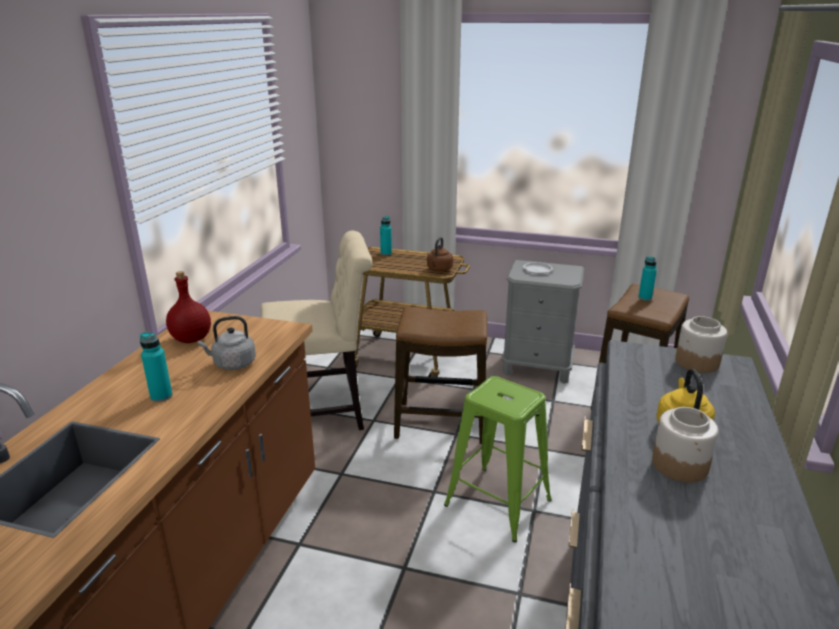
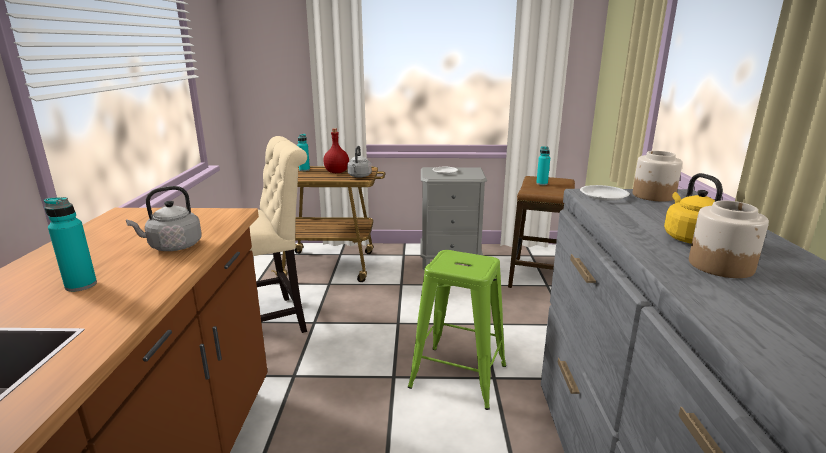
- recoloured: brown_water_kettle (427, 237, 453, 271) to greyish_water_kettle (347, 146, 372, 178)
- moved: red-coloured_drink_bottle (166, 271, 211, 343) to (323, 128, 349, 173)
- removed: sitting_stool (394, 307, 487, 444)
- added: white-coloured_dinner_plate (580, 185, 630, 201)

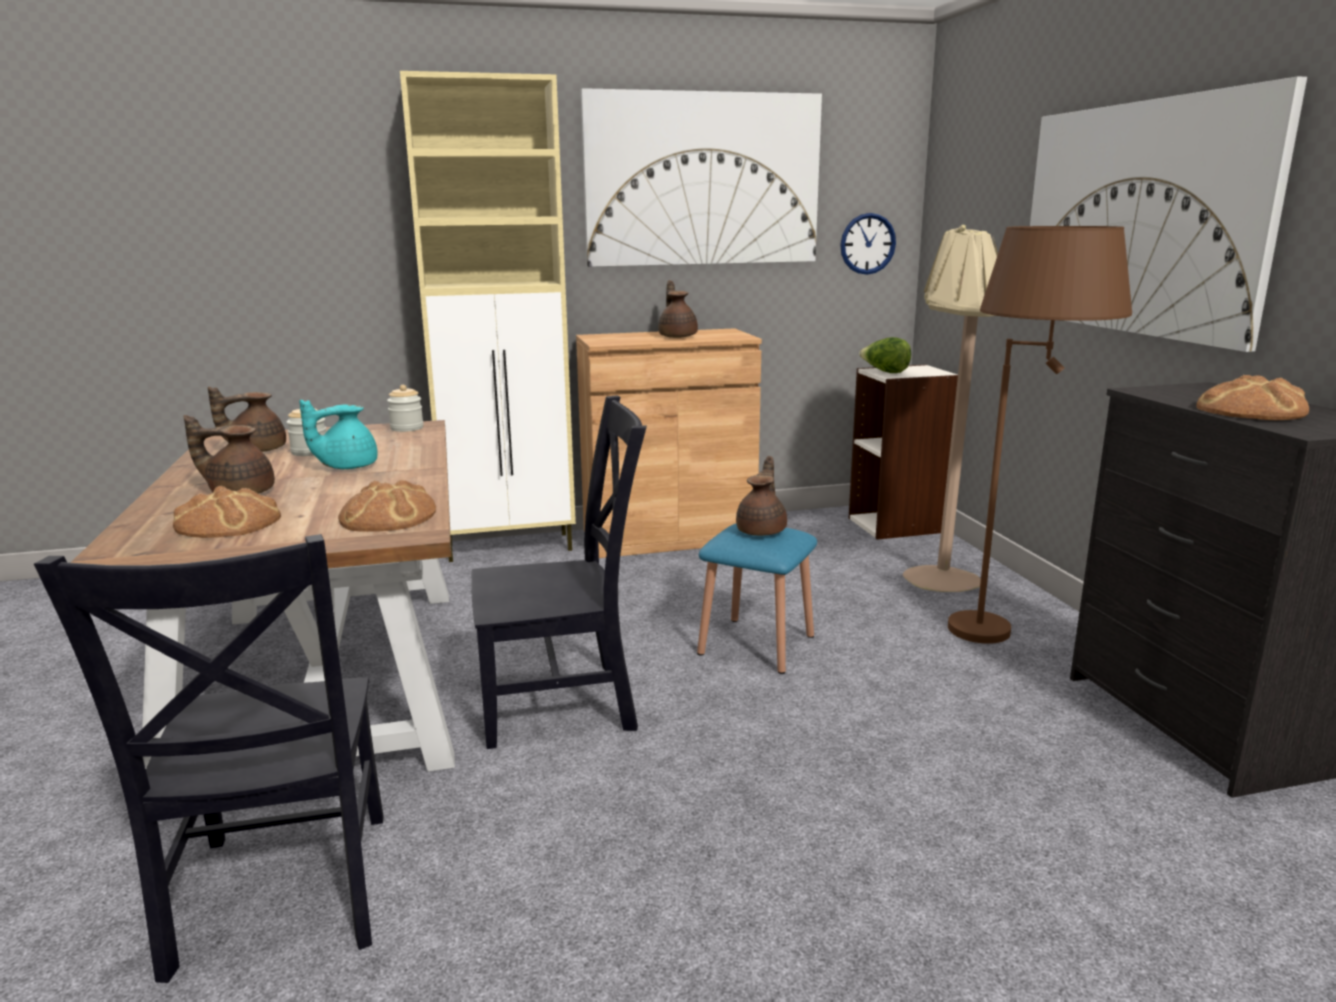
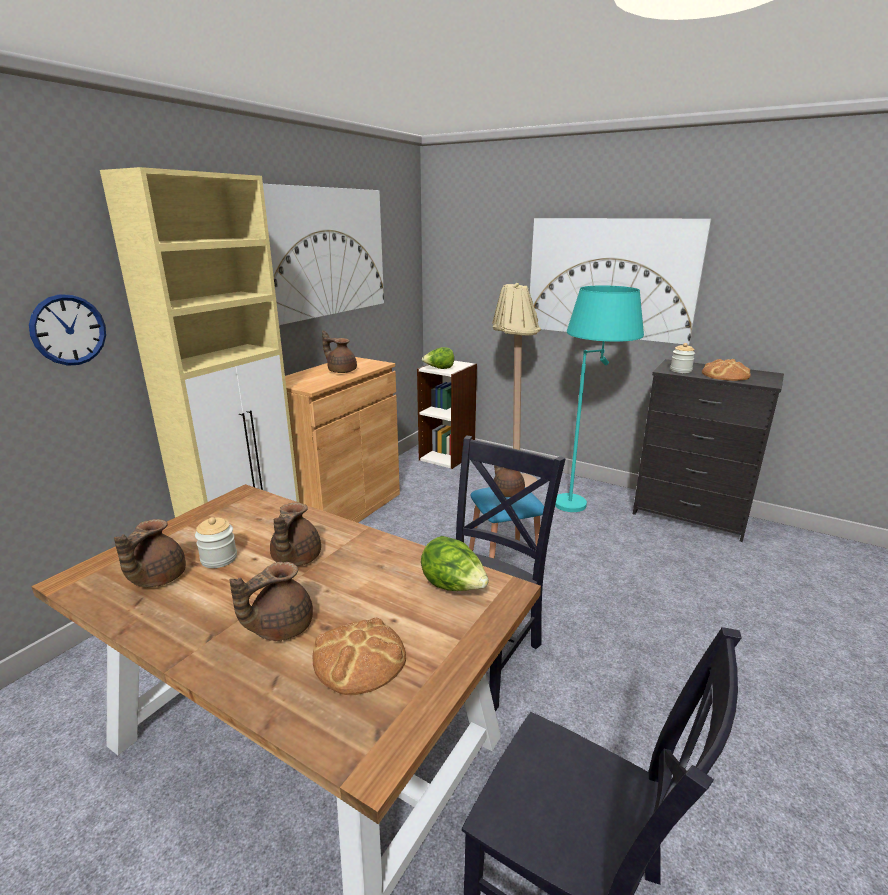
- moved: wall_clock (840, 213, 896, 275) to (29, 294, 106, 366)
- recoloured: brown_floor_lamp (948, 226, 1132, 644) to turquoise_floor_lamp (555, 285, 644, 512)
- moved: preserve_jar (387, 385, 424, 432) to (670, 343, 695, 373)
- recoloured: turquoise_tea_pot (299, 400, 378, 469) to brown_tea_pot (270, 503, 321, 566)
- replaced: bread (338, 480, 436, 532) to lettuce_head (421, 536, 489, 591)

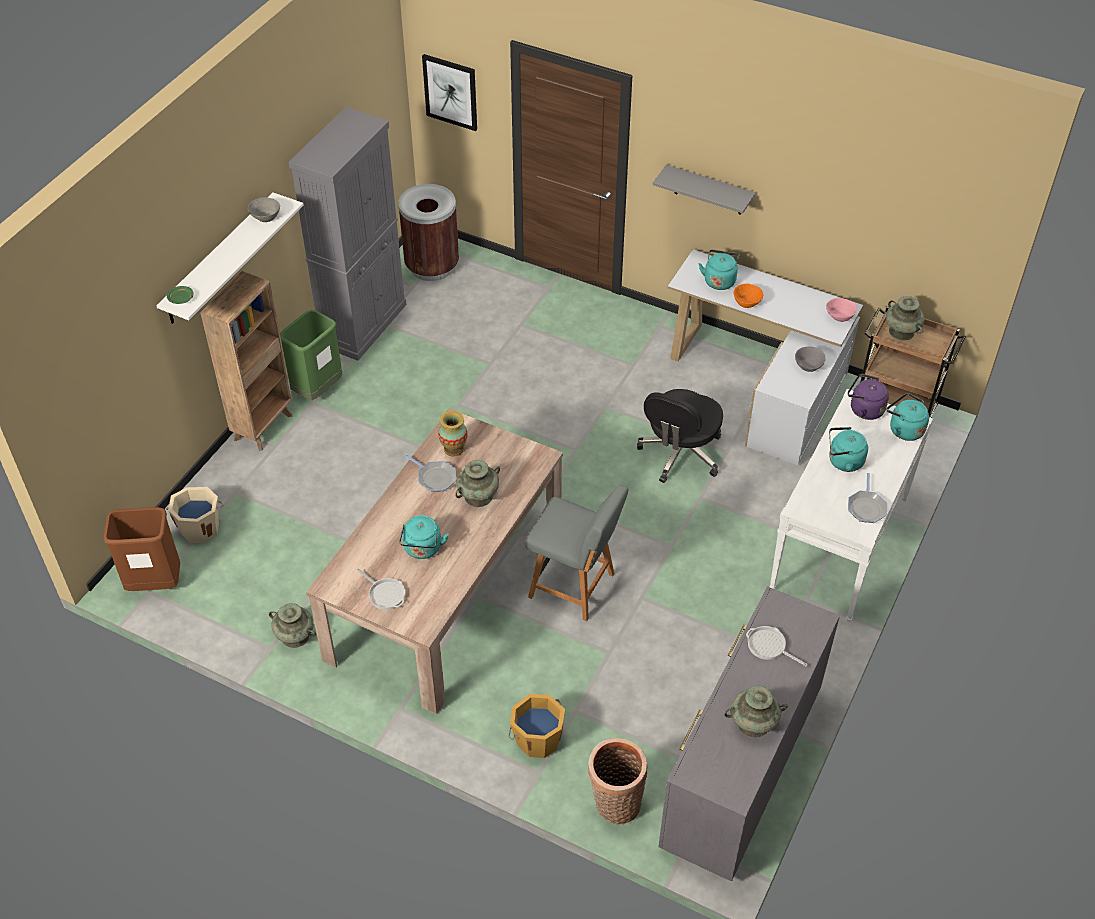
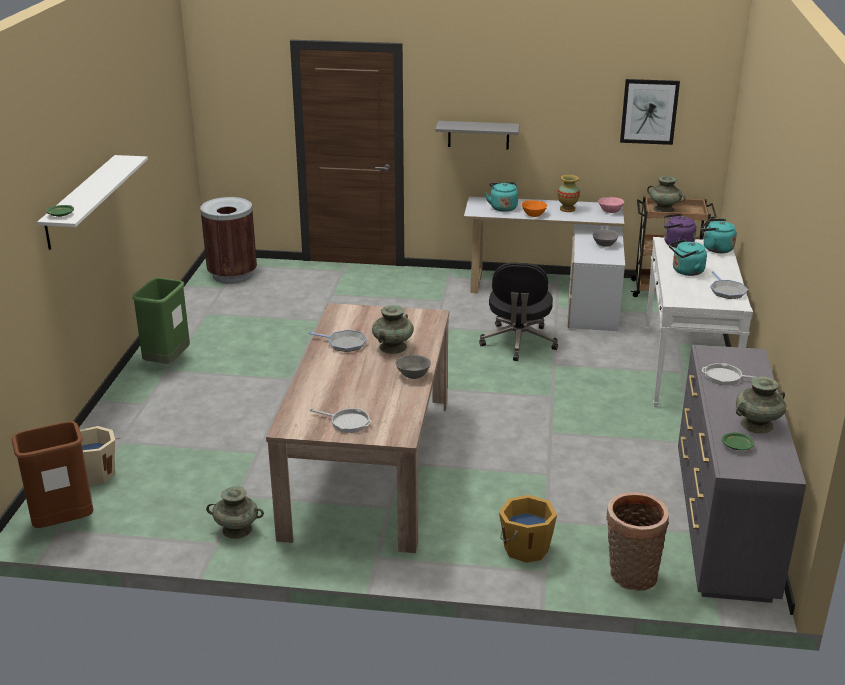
- moved: wall_art (422, 54, 477, 131) to (620, 79, 680, 145)
- removed: greyish_cabinet (288, 107, 406, 361)
- moved: greyish_bowl (248, 197, 280, 222) to (396, 355, 431, 379)
- removed: brown_bookshelf (200, 271, 293, 451)
- moved: flower_vase (438, 410, 468, 456) to (557, 175, 580, 212)
- removed: greyish_upright_chair (525, 485, 628, 621)
- removed: turquoise_water_kettle (399, 515, 449, 559)
- added: green_dinner_plate (722, 433, 755, 450)

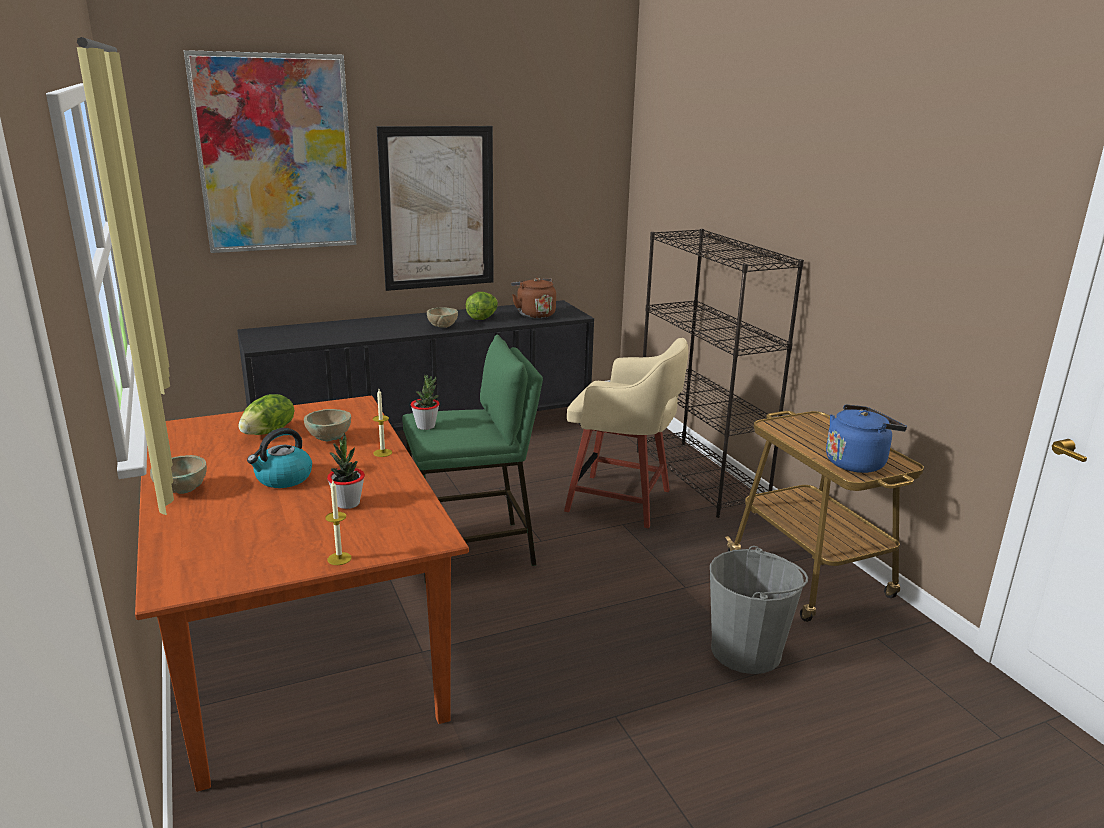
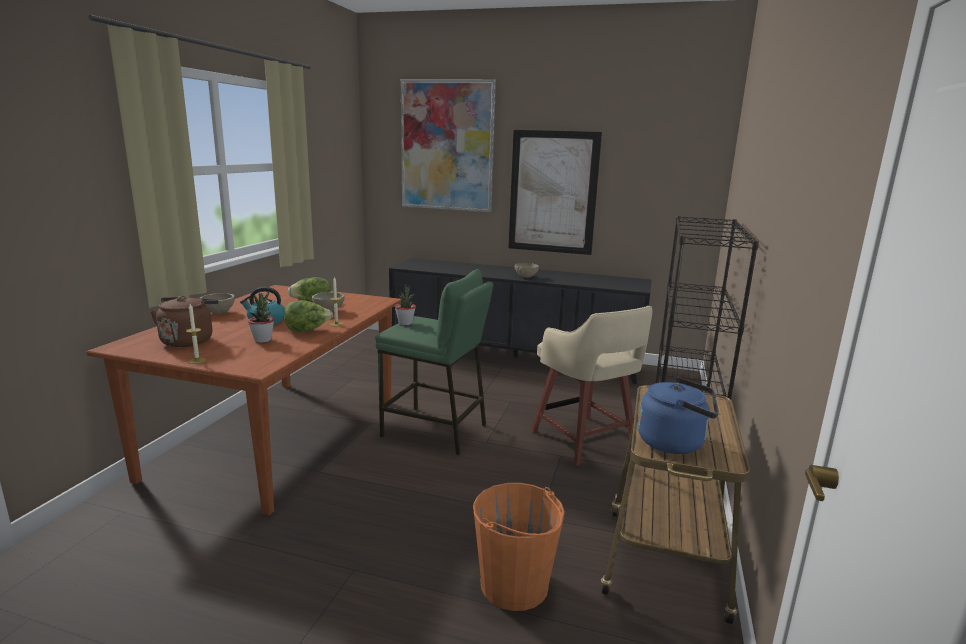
- moved: brown_water_kettle (511, 278, 556, 318) to (150, 296, 219, 347)
- moved: lettuce_head (466, 292, 498, 320) to (284, 300, 333, 333)
- recoloured: greyish_bucket (710, 546, 808, 674) to orange-coloured_bucket (473, 483, 565, 611)

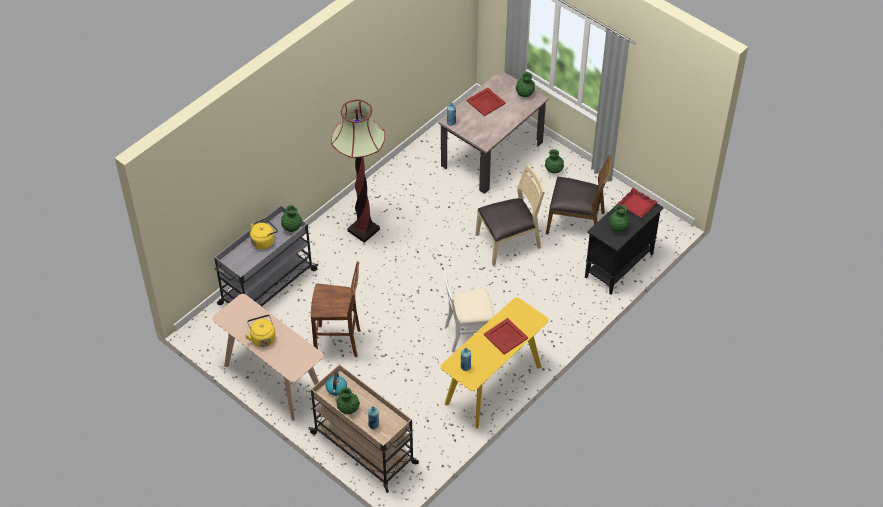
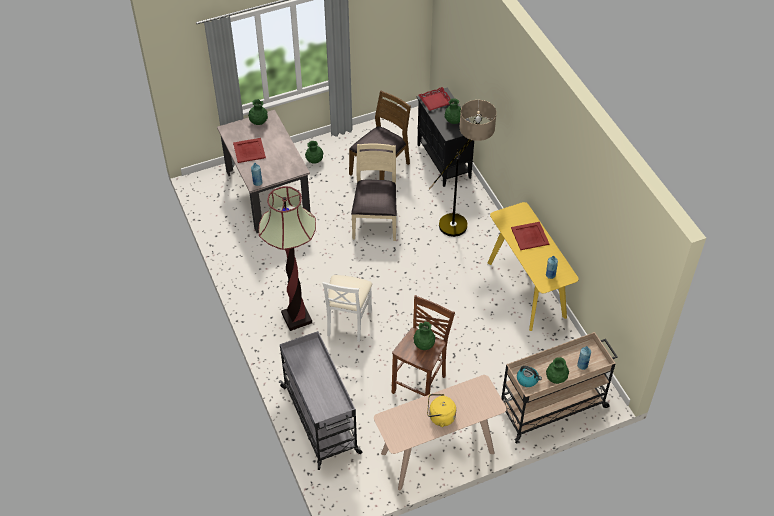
- moved: green_flower_vase (281, 205, 302, 232) to (413, 321, 436, 350)
- removed: yellow-coloured_water_kettle (250, 218, 278, 250)
- moved: white-coloured_upright_chair (444, 271, 494, 352) to (323, 275, 372, 342)
- added: floor_lamp (429, 100, 497, 237)

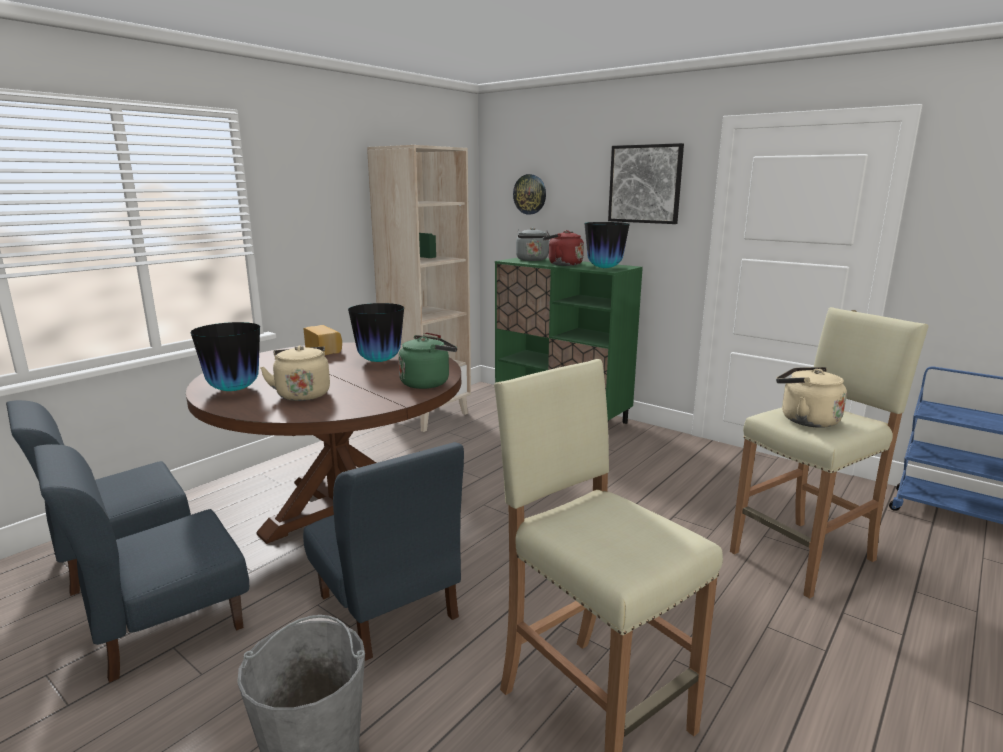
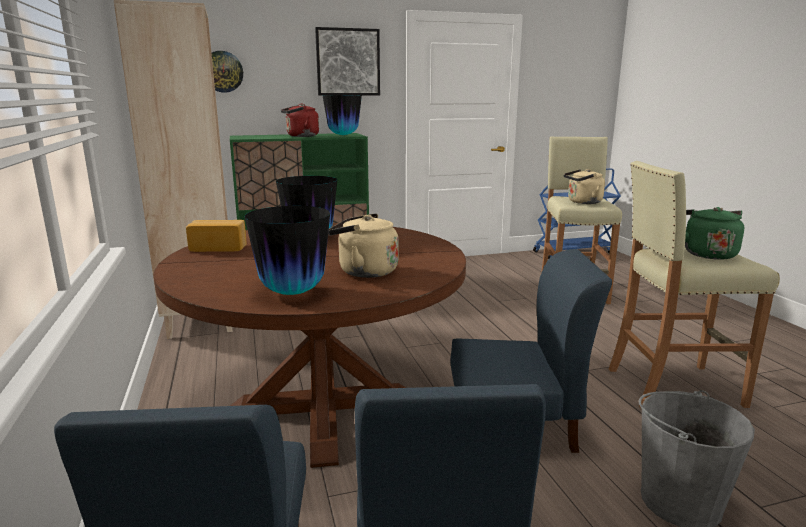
- removed: greyish_water_kettle (516, 227, 550, 261)
- moved: green_water_kettle (398, 335, 457, 389) to (685, 207, 744, 260)

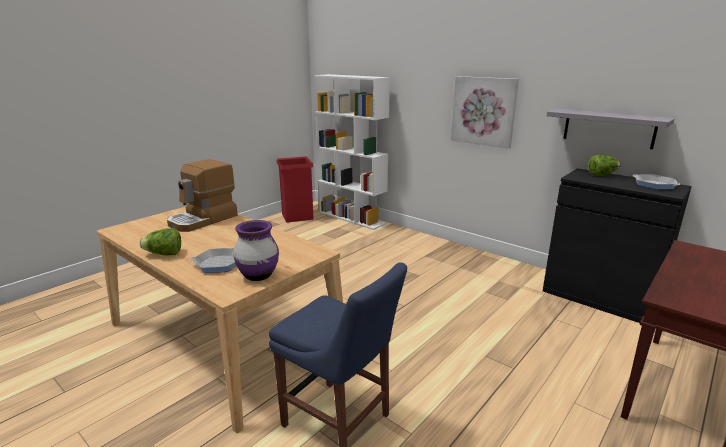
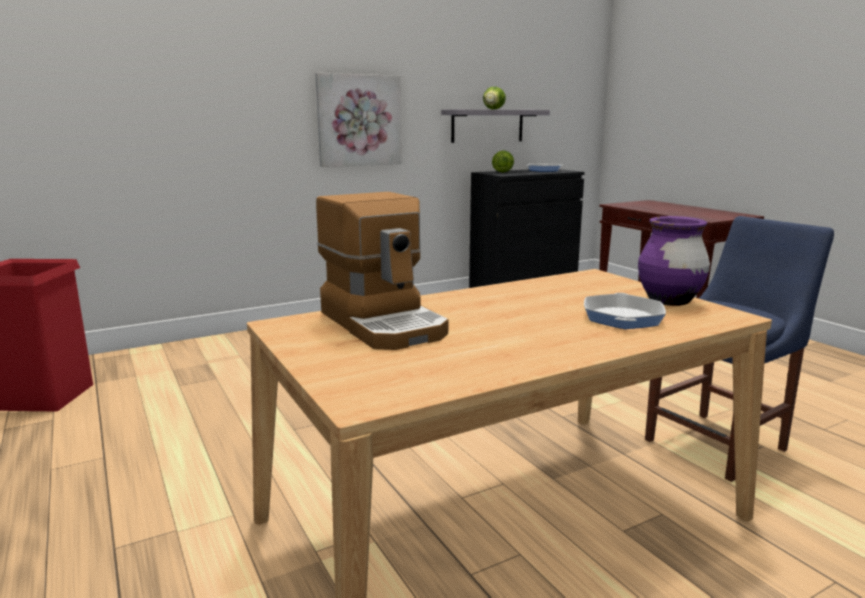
- removed: white-coloured_bookshelf (314, 74, 390, 230)
- moved: lettuce_head (140, 228, 181, 255) to (483, 87, 506, 109)

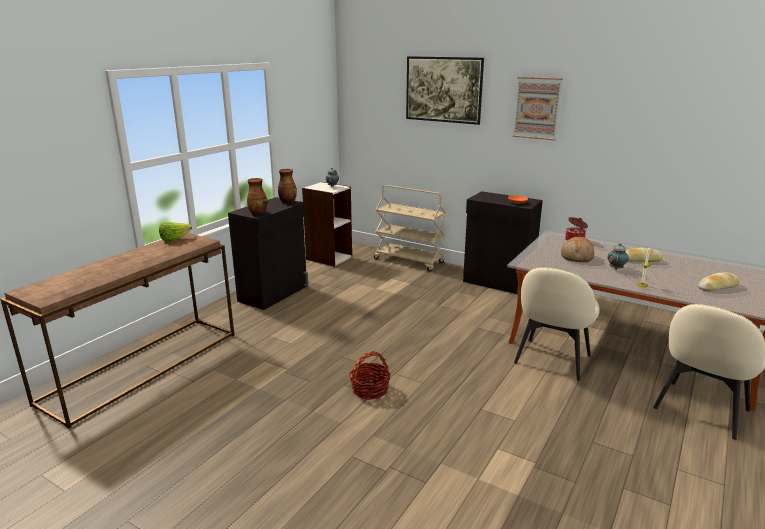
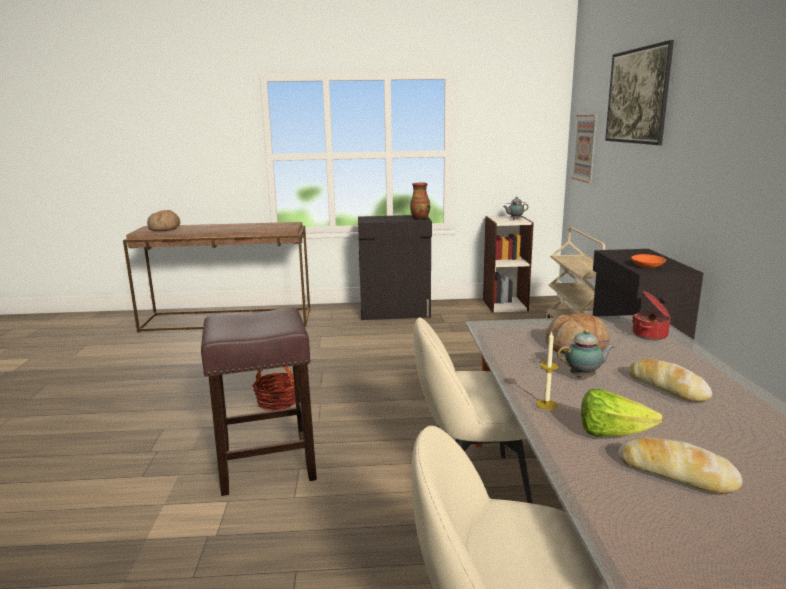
- moved: wall_art (512, 77, 563, 140) to (571, 115, 598, 183)
- removed: flower_vase (247, 178, 267, 215)
- moved: lettuce_head (159, 222, 192, 242) to (581, 388, 663, 437)
- added: bread (147, 210, 180, 231)
- added: brown_sitting_stool (201, 308, 317, 496)

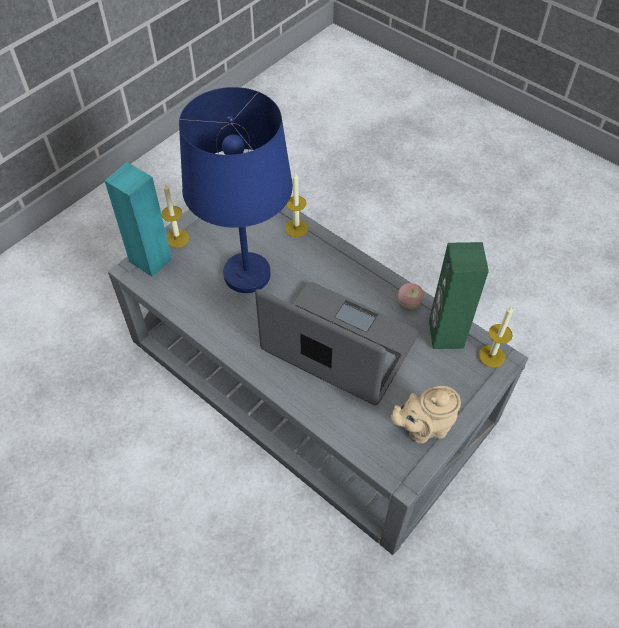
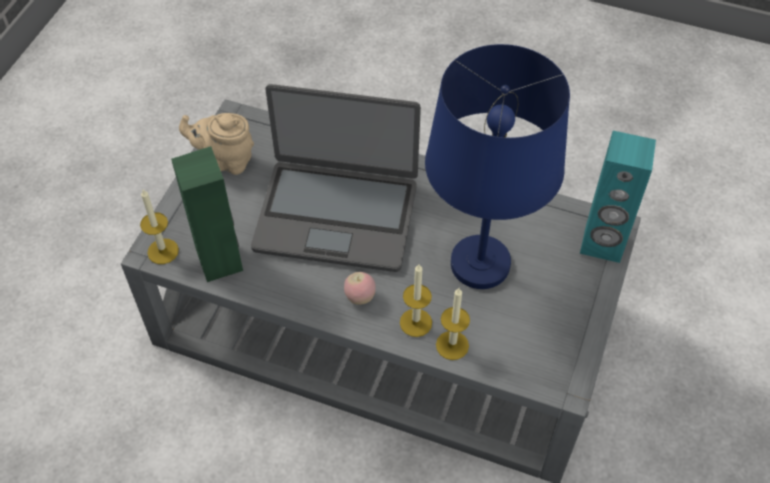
- moved: wax_candle (161, 184, 189, 247) to (400, 264, 432, 337)
- moved: whole_apple (398, 283, 424, 309) to (344, 272, 376, 305)
- turned: beige-coloured_tea_pot (391, 386, 461, 444) = (179, 113, 254, 175) 135 degrees counterclockwise

